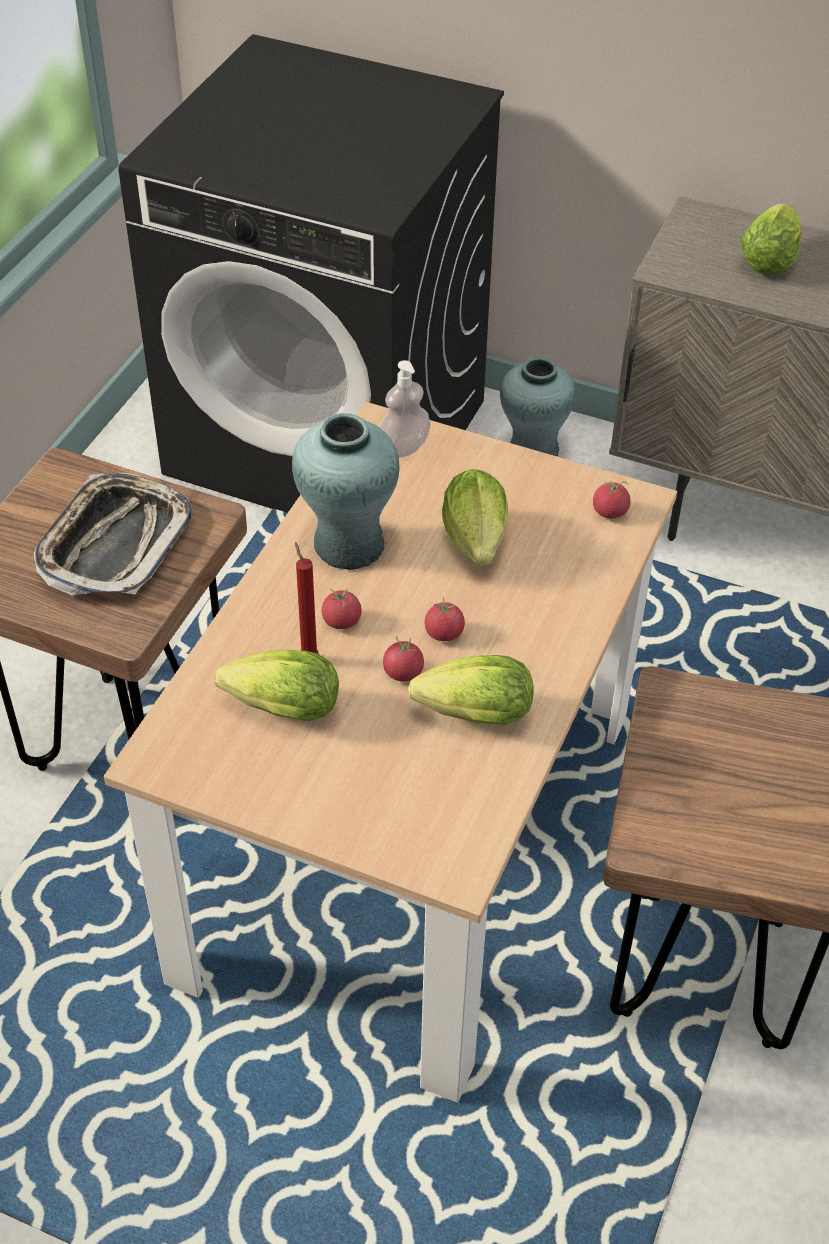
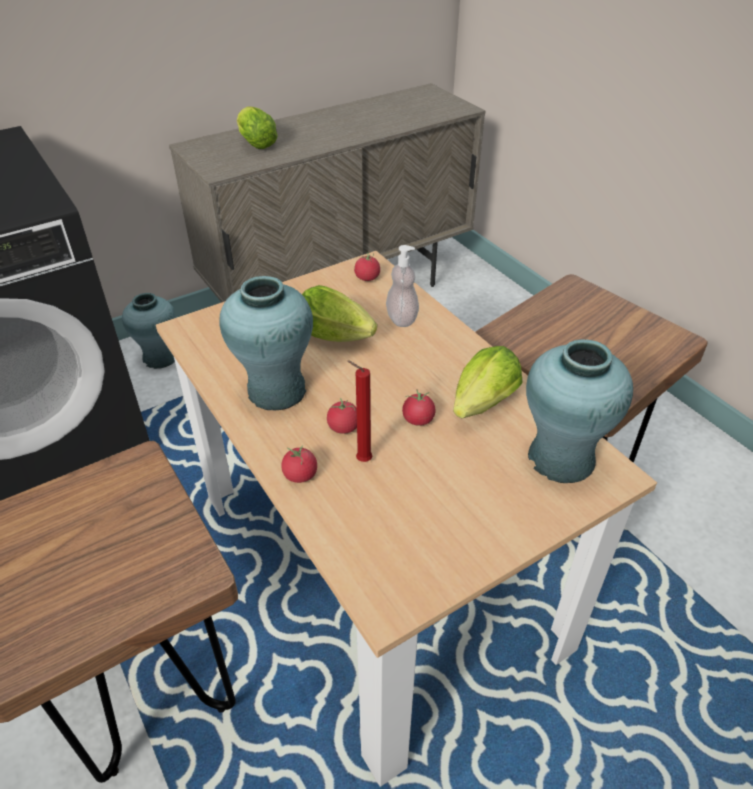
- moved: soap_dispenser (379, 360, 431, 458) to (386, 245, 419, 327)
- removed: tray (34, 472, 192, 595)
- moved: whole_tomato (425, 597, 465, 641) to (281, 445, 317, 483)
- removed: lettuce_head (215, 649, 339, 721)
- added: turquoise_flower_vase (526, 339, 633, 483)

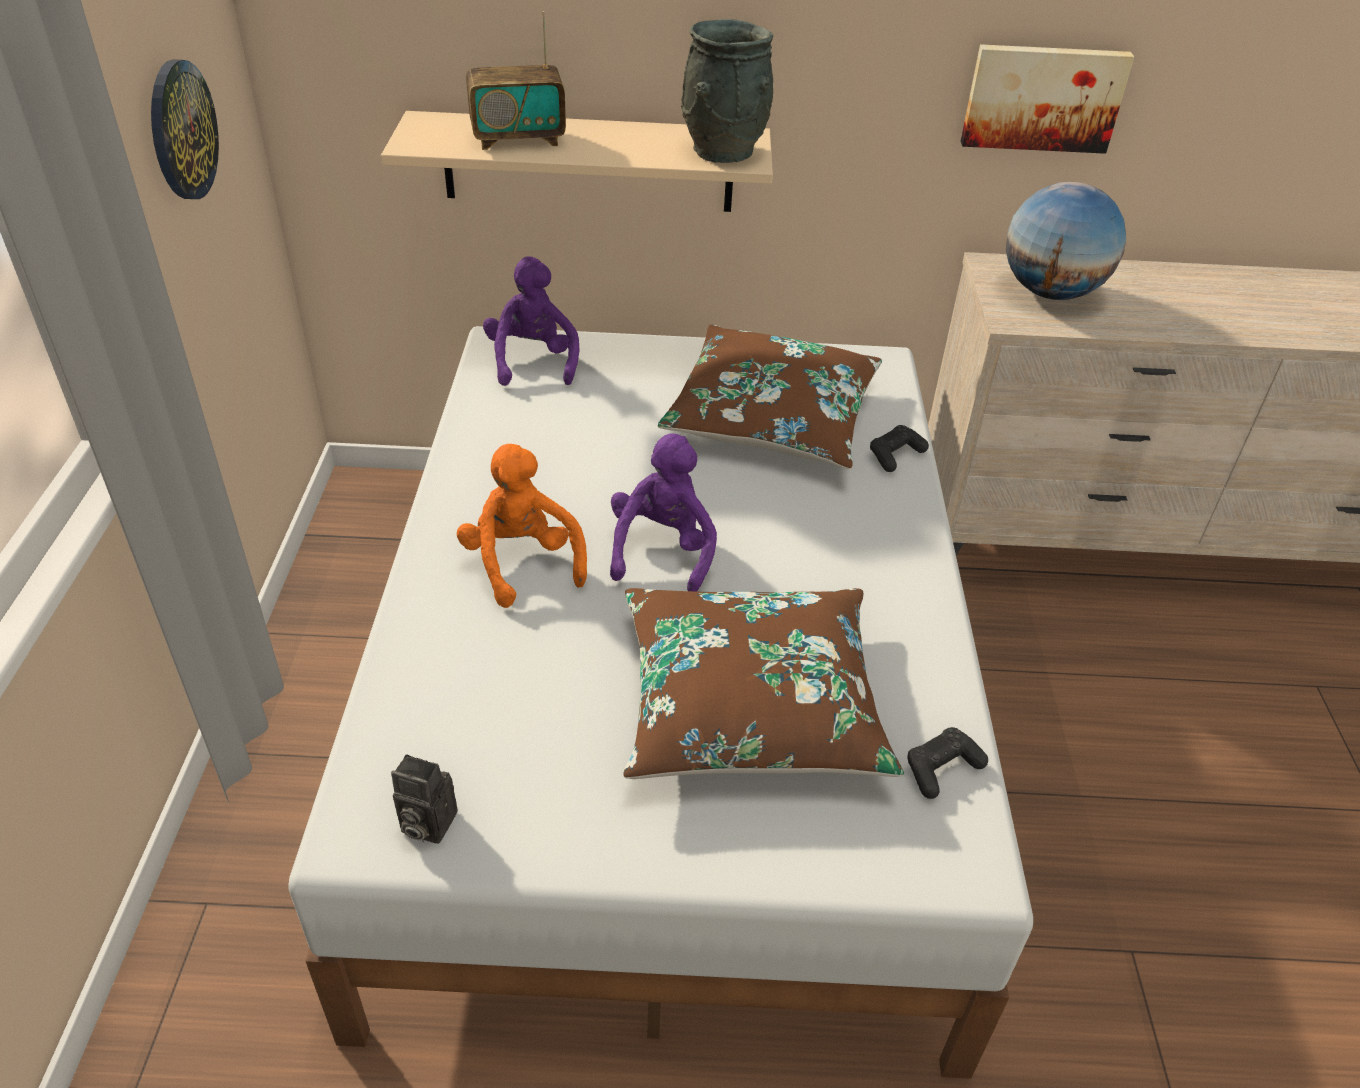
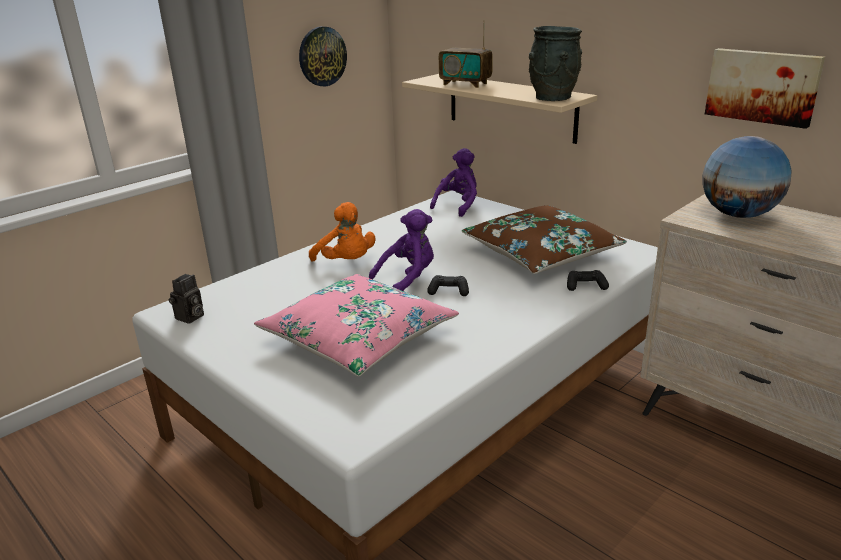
- turned: orange-coloured_soft_toy (457, 444, 587, 608) = (309, 202, 375, 261) 120 degrees clockwise
- recoloured: brown_throw_pillow (623, 588, 904, 779) to pink_throw_pillow (254, 274, 459, 377)
- moved: black_game_controller (907, 727, 988, 799) to (427, 275, 469, 296)
- turned: photo_camera (391, 754, 457, 844) = (169, 274, 204, 324) 120 degrees counterclockwise

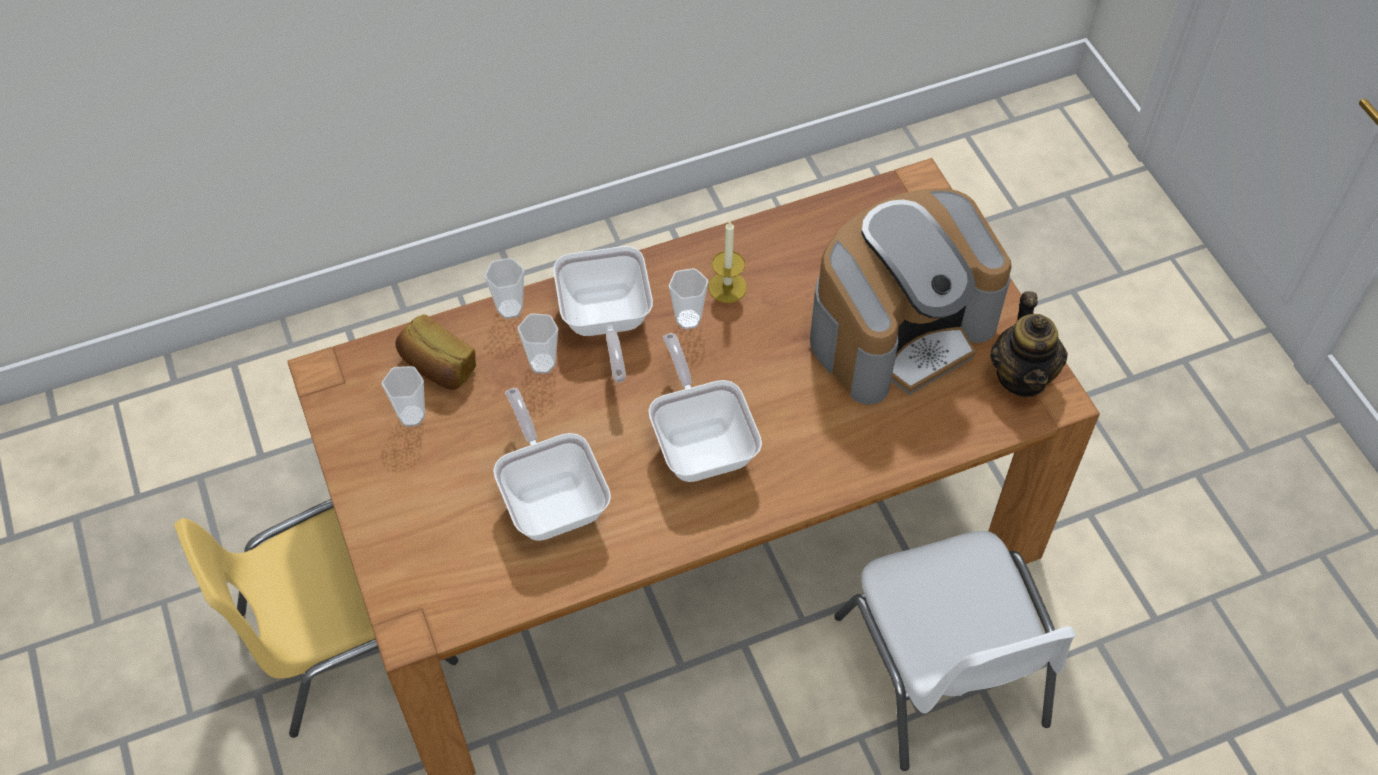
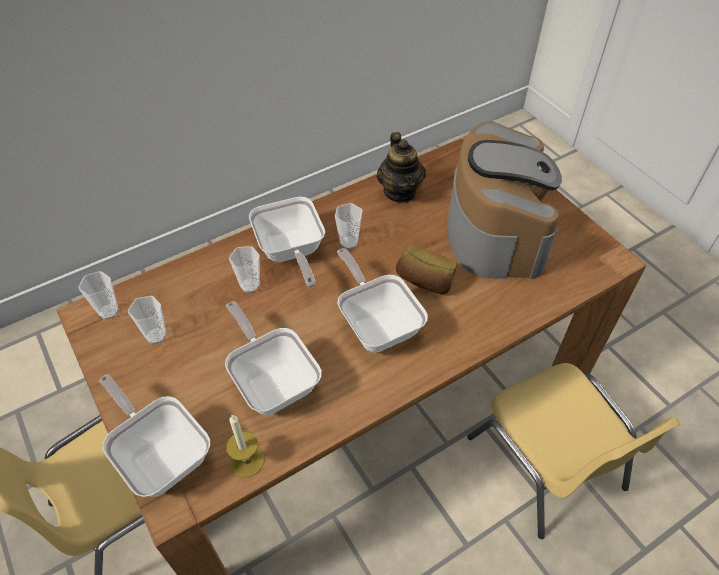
- turned: coffee_machine (810, 188, 1012, 405) = (448, 121, 562, 279) 45 degrees counterclockwise
- moved: wax_candle (708, 221, 747, 303) to (226, 415, 264, 478)
- moved: small_cup (485, 258, 524, 319) to (78, 271, 119, 320)
- moved: tea_pot (990, 291, 1068, 397) to (377, 132, 426, 203)
- moved: bread (396, 314, 476, 390) to (396, 243, 457, 294)
- recoloured: white-coloured_upright_chair (834, 531, 1076, 771) to yellow-coloured_upright_chair (467, 363, 681, 539)
- added: pan (99, 375, 210, 497)

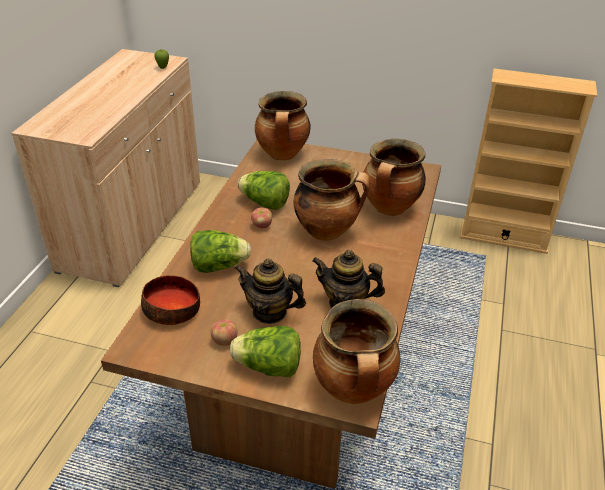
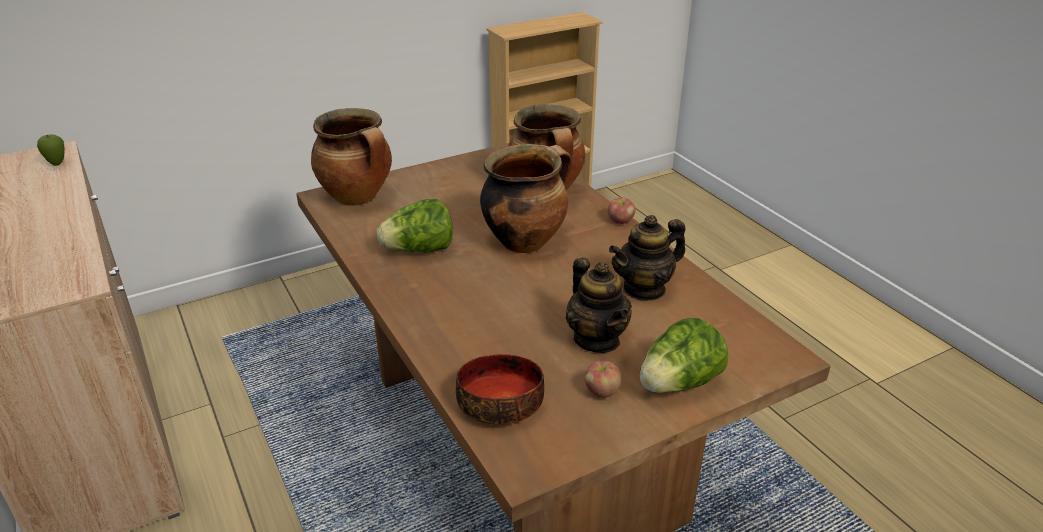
- moved: whole_apple (251, 207, 272, 228) to (608, 197, 636, 224)
- removed: lettuce_head (190, 230, 251, 273)
- turned: tea_pot (234, 259, 306, 324) = (566, 257, 632, 353) 90 degrees counterclockwise
- removed: saucepot (313, 299, 400, 404)

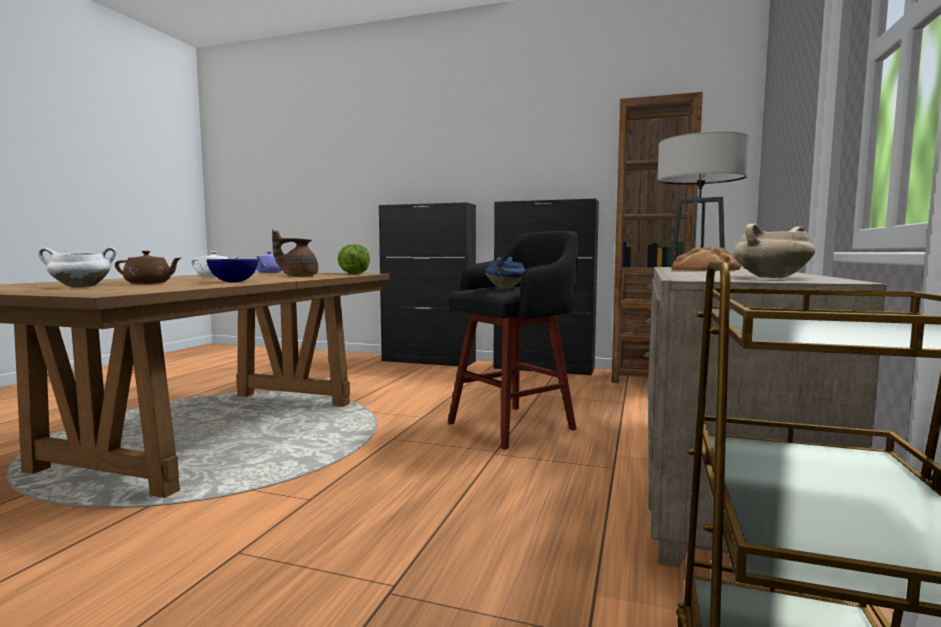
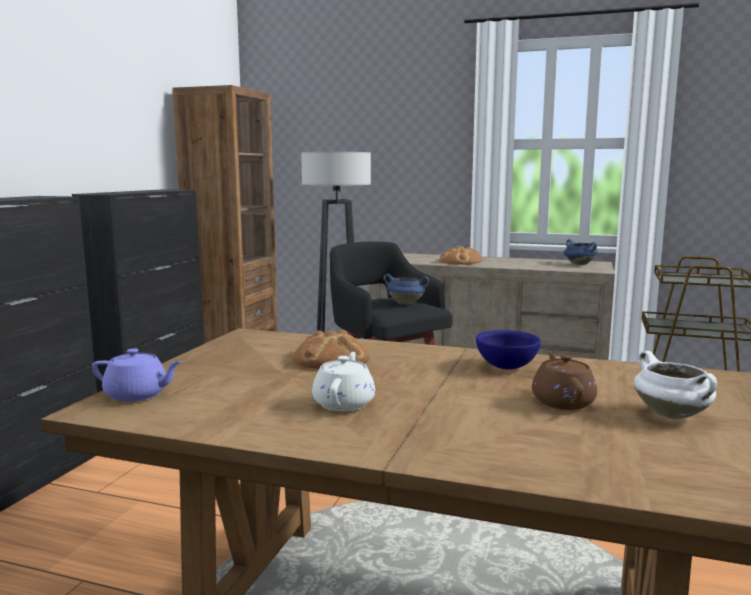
- recoloured: beige-coloured_saucepot (733, 224, 815, 278) to blue-coloured_saucepot (564, 239, 598, 265)
- replaced: brown_tea_pot (272, 230, 318, 276) to bread (292, 330, 370, 369)
- removed: lettuce_head (338, 244, 370, 274)

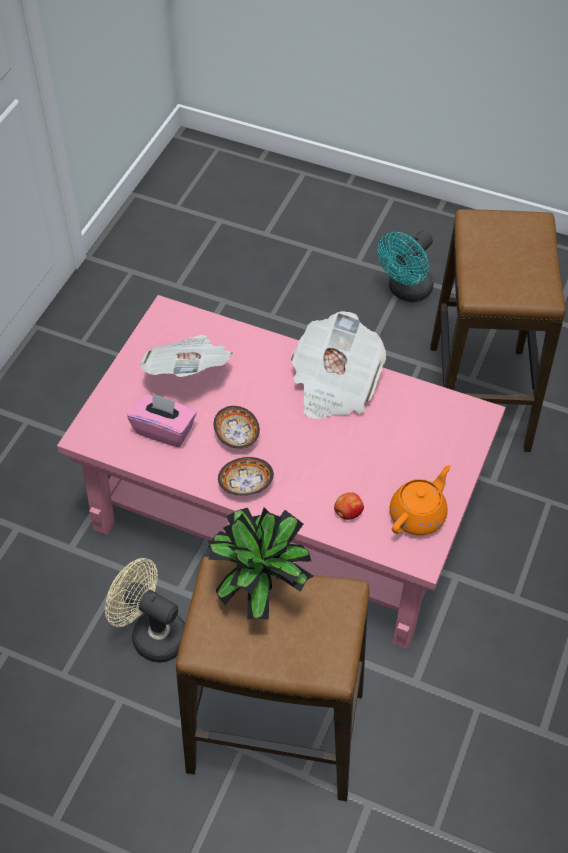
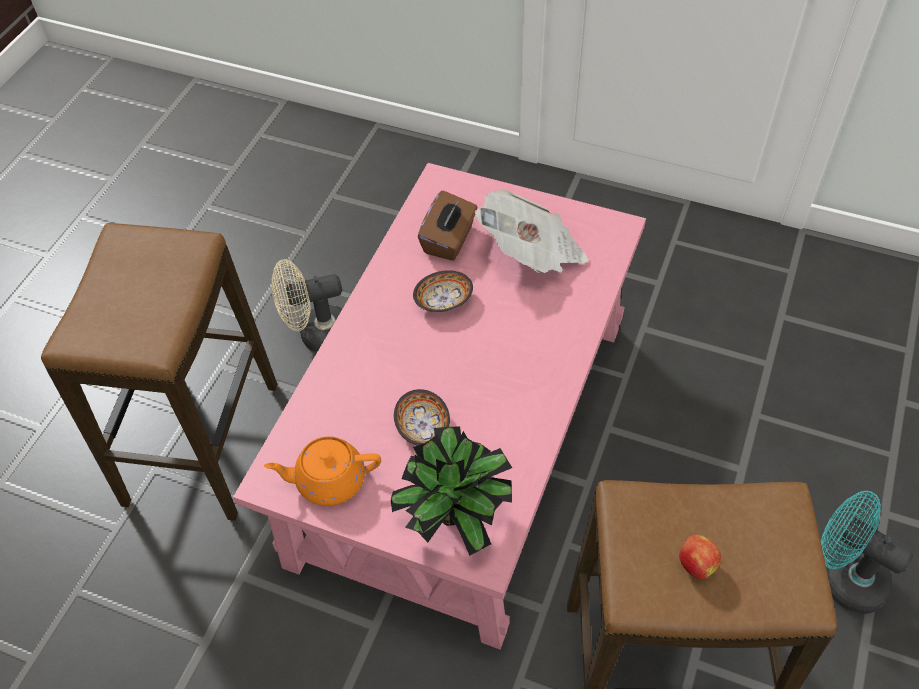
- removed: newspaper (291, 311, 386, 419)
- recoloured: pink_tissue_box (127, 392, 197, 447) to brown_tissue_box (418, 190, 478, 261)
- moved: bowl (218, 457, 274, 496) to (394, 389, 450, 446)
- turned: orange-coloured_tea_pot (390, 465, 450, 535) = (264, 436, 381, 506) 135 degrees clockwise
- moved: whole_apple (334, 492, 364, 520) to (679, 534, 721, 579)
- moved: houseplant (207, 507, 313, 620) to (391, 426, 512, 556)
- turned: beige-coloured_cooling_fan (105, 558, 185, 663) = (272, 259, 342, 352) 135 degrees counterclockwise

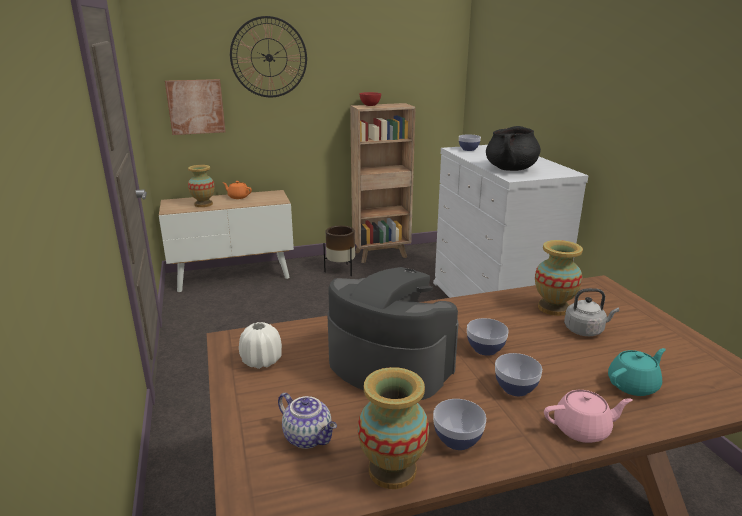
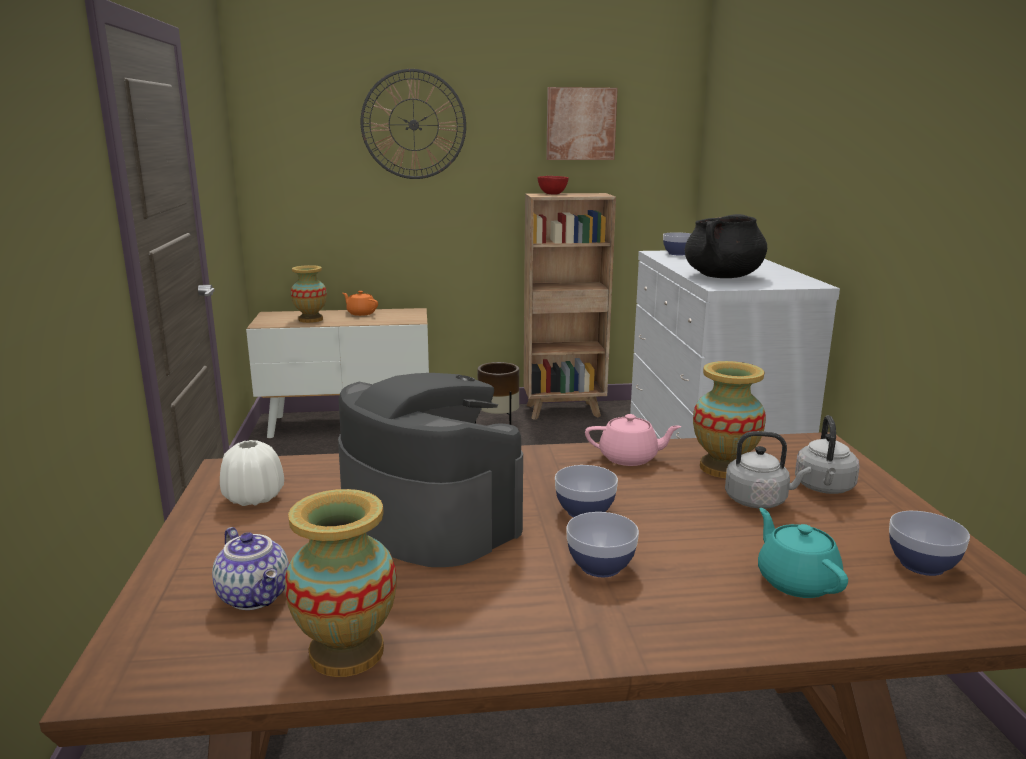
- moved: wall_art (165, 79, 226, 135) to (546, 87, 618, 160)
- turned: turquoise_tea_pot (608, 348, 666, 396) = (758, 508, 848, 598) 90 degrees counterclockwise
- moved: pink_tea_pot (544, 390, 633, 443) to (585, 414, 682, 466)
- moved: bowl (433, 399, 486, 450) to (889, 511, 970, 576)
- added: greyish_water_kettle (795, 415, 860, 494)

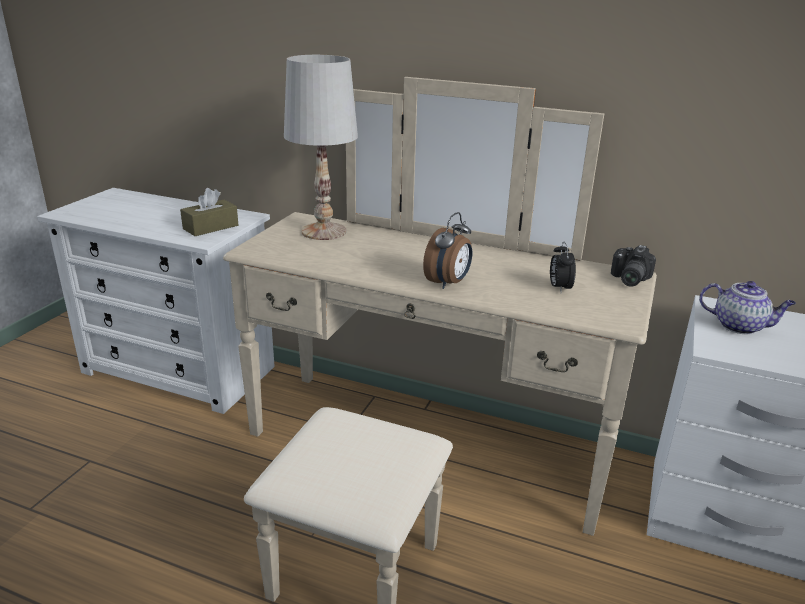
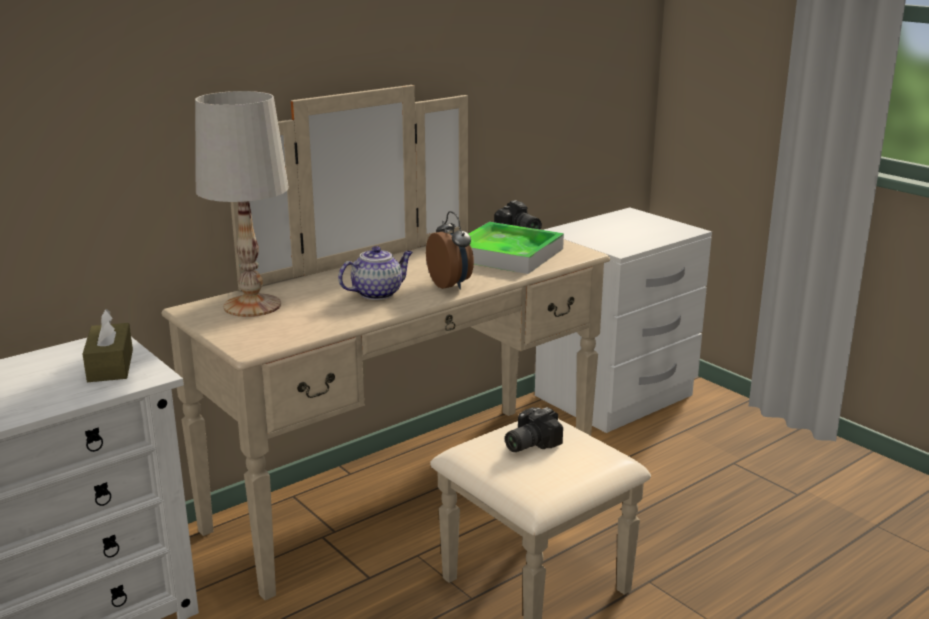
- replaced: alarm_clock (550, 241, 576, 292) to tray (469, 222, 564, 274)
- moved: tea_pot (699, 281, 796, 334) to (338, 246, 413, 300)
- added: photo_camera (505, 407, 563, 452)

